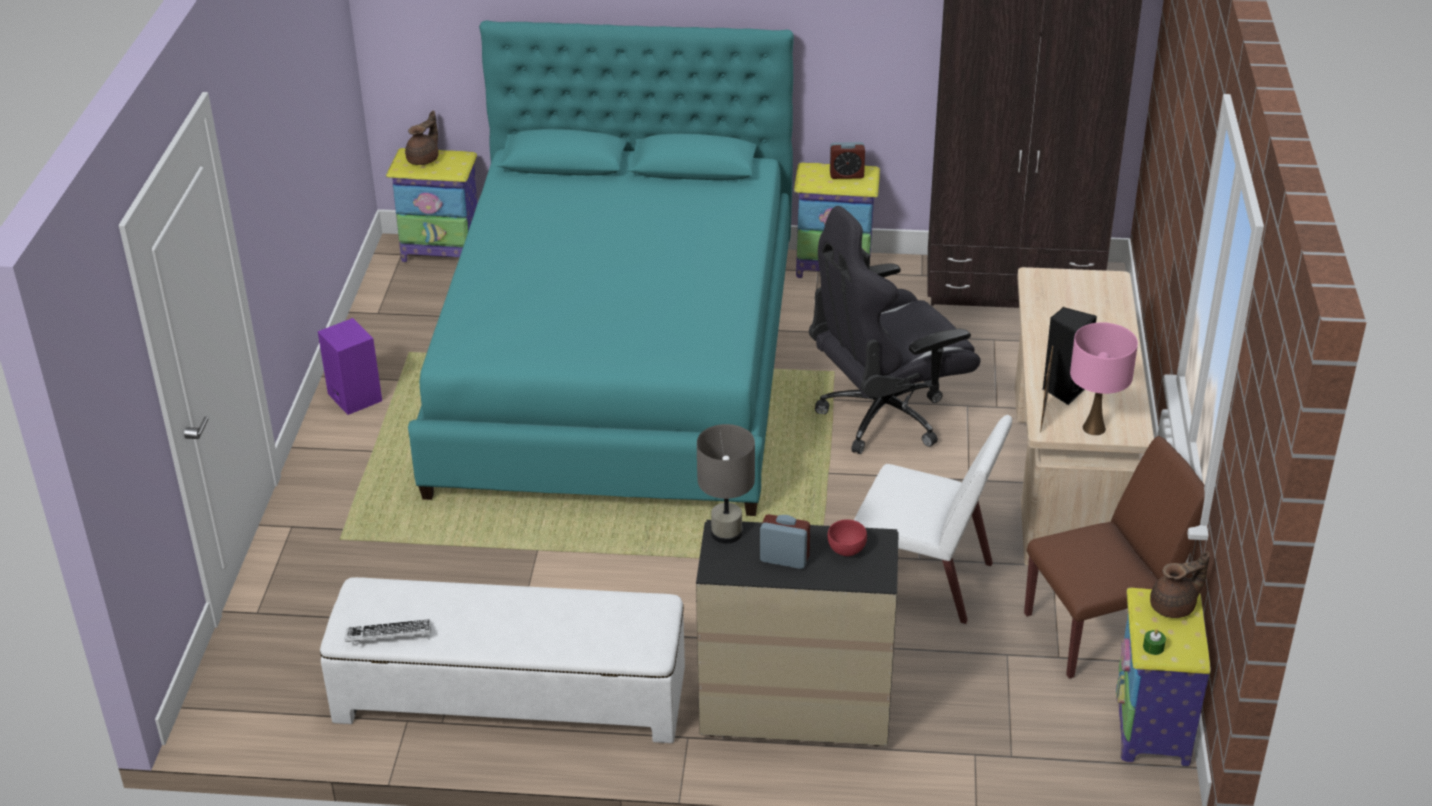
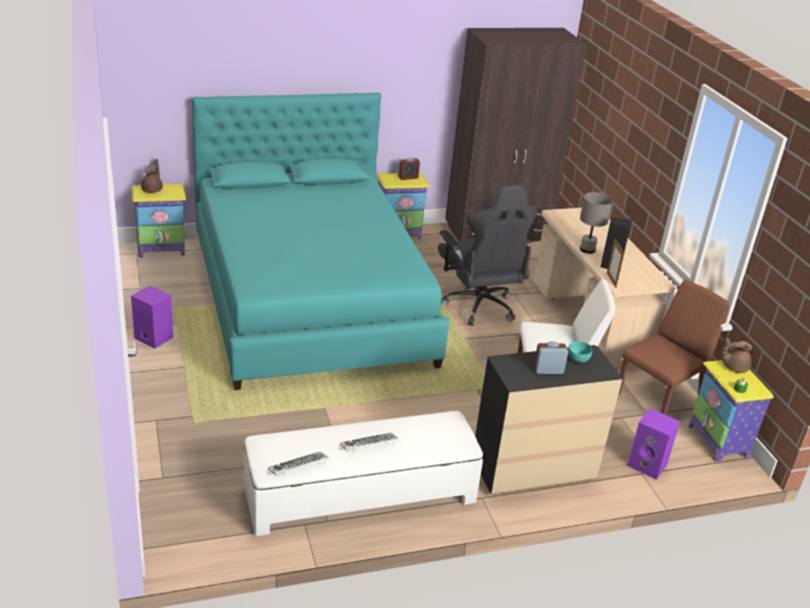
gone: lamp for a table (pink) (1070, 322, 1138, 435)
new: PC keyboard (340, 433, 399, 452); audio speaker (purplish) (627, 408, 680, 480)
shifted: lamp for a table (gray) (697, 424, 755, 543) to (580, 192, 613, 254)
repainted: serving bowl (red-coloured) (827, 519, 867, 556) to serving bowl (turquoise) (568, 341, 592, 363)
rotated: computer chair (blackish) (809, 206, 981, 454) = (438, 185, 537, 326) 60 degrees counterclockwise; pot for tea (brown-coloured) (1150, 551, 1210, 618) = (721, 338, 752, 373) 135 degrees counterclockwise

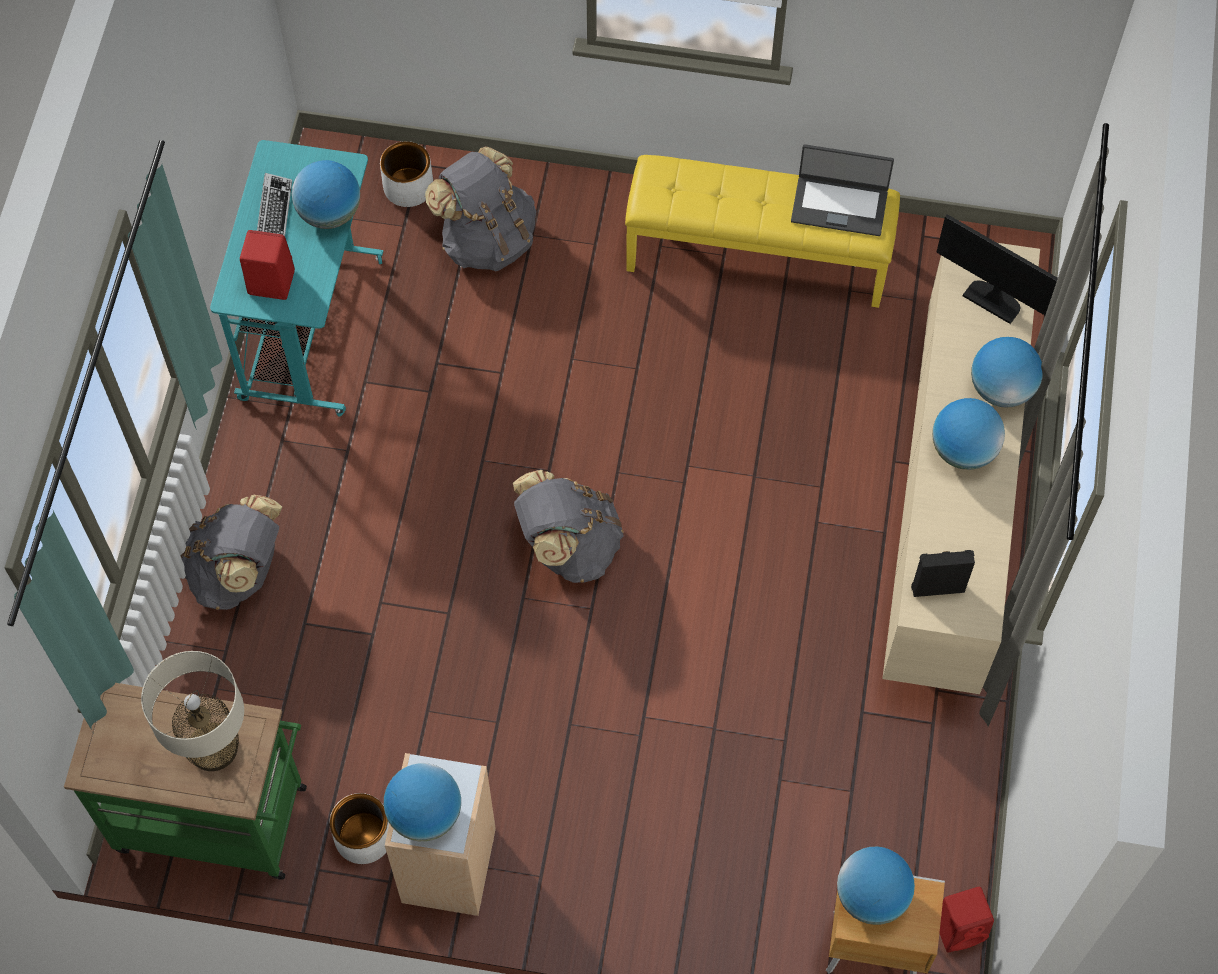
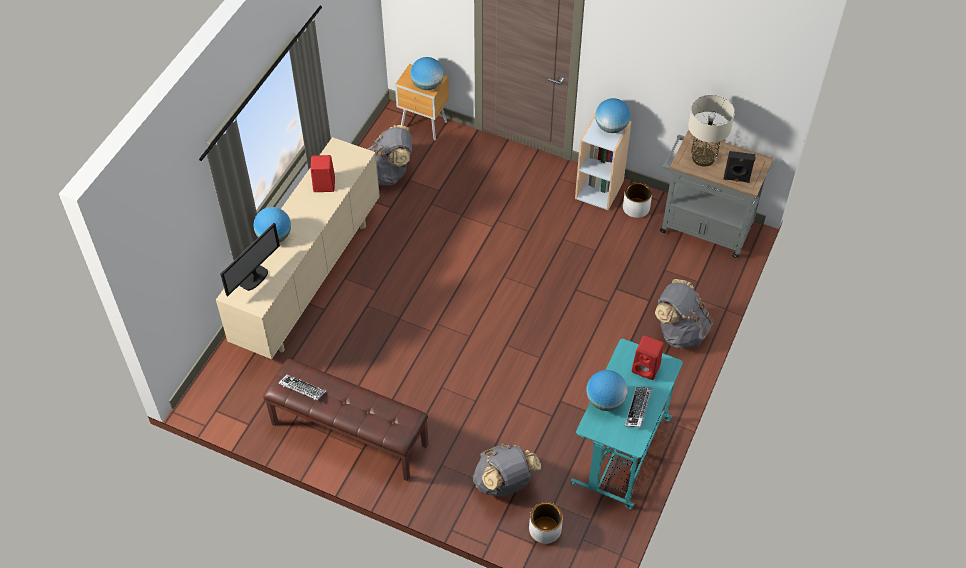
gone: desk globe (932, 398, 1005, 470)
shifted: audio speaker (red-coloured) (939, 887, 994, 952) to (311, 155, 335, 192); backpack (gray) (513, 470, 624, 583) to (368, 125, 412, 185); audio speaker (blackish) (911, 550, 975, 597) to (723, 151, 756, 183)
swapped: portable computer (791, 144, 894, 236) to PC keyboard (279, 375, 326, 400)
repainted: indoor bench (yellow) (625, 155, 900, 308) to indoor bench (brown-coloured) (263, 359, 428, 481); cart (green-coloured) (64, 683, 307, 880) to cart (gray) (660, 131, 773, 258)
rotated: monitor (936, 214, 1058, 324) = (220, 223, 280, 296) 105 degrees counterclockwise

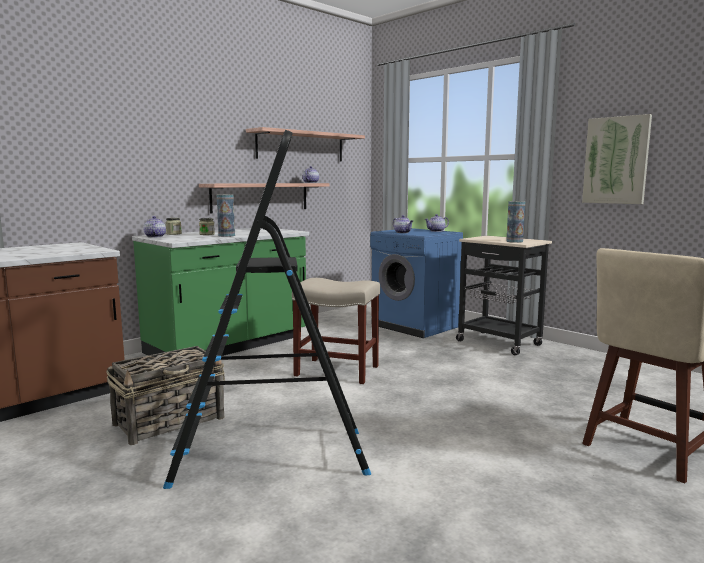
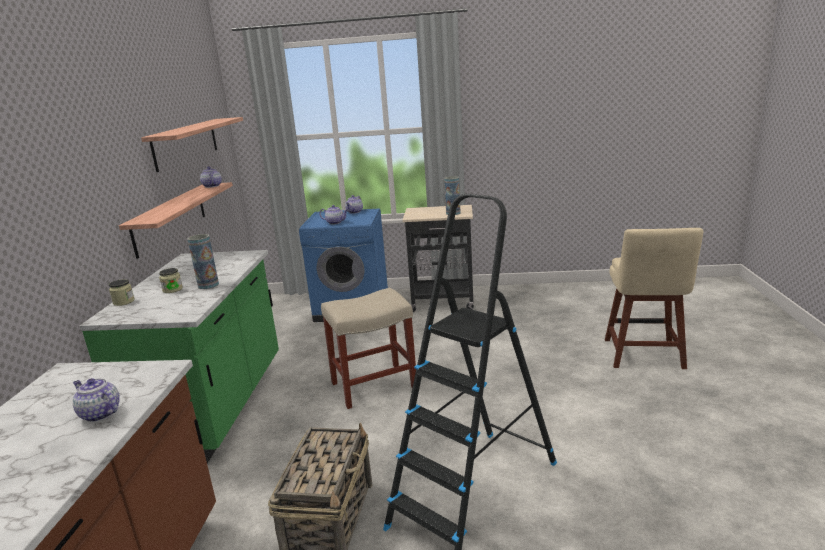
gone: wall art (582, 114, 652, 204)
shifted: pot for tea (143, 216, 166, 237) to (73, 378, 120, 422)

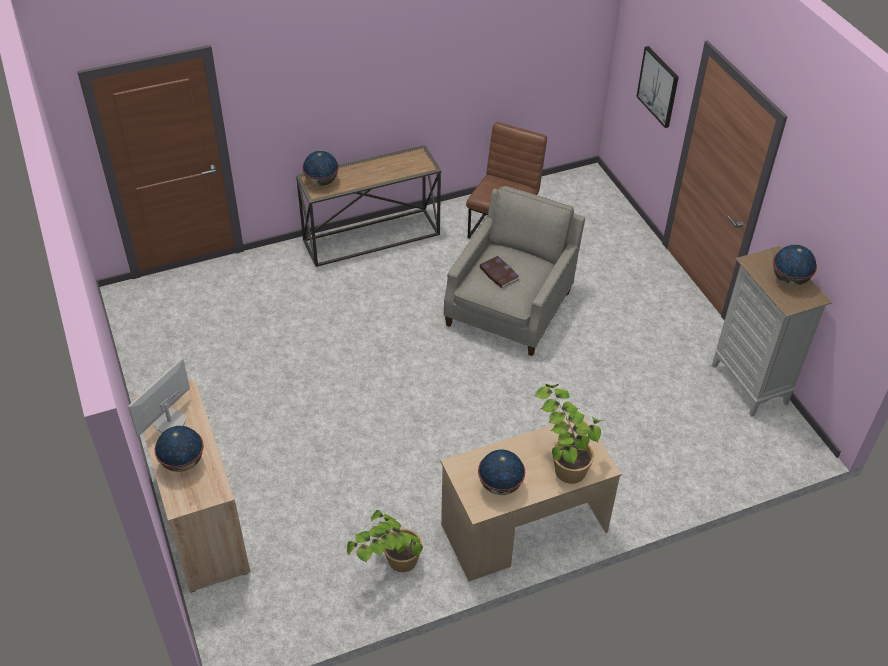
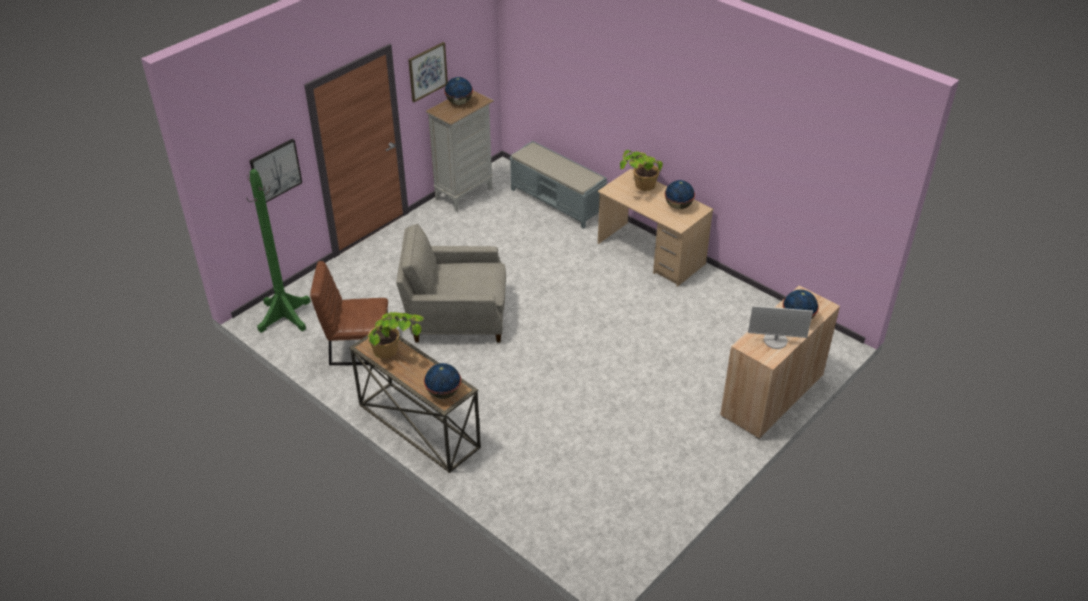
gone: bound book (480, 256, 520, 288)
new: garment rack (green-coloured) (246, 169, 311, 333); wall art (408, 42, 448, 102); indoor bench (gray) (509, 141, 608, 229)
shifted: houseplant (347, 510, 423, 572) to (368, 312, 424, 359)

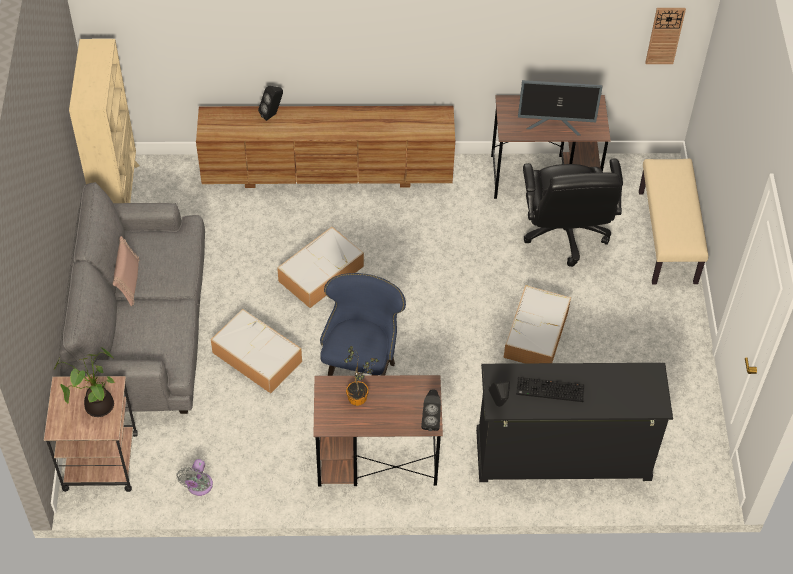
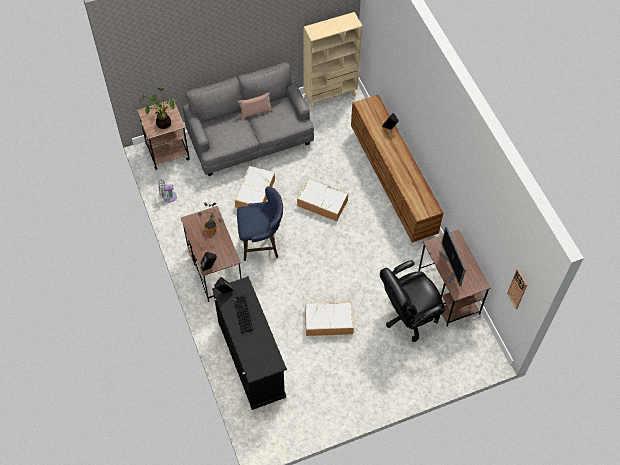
gone: indoor bench (beige) (639, 159, 708, 285)

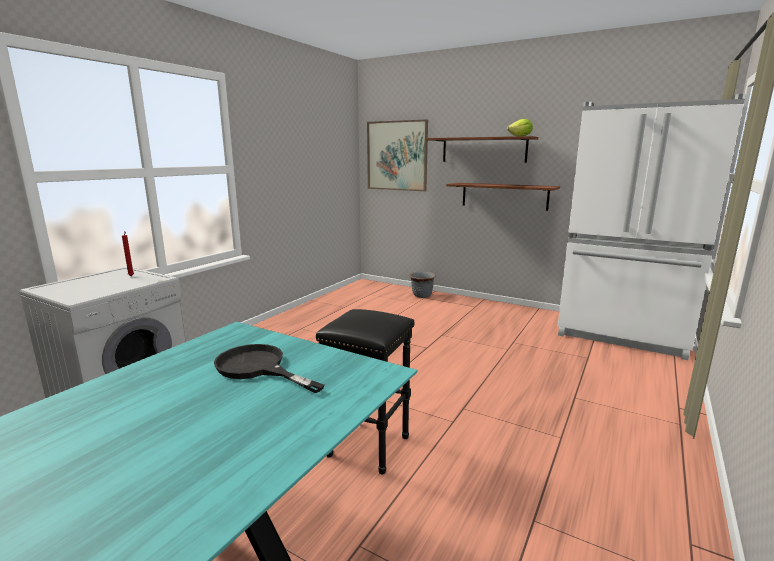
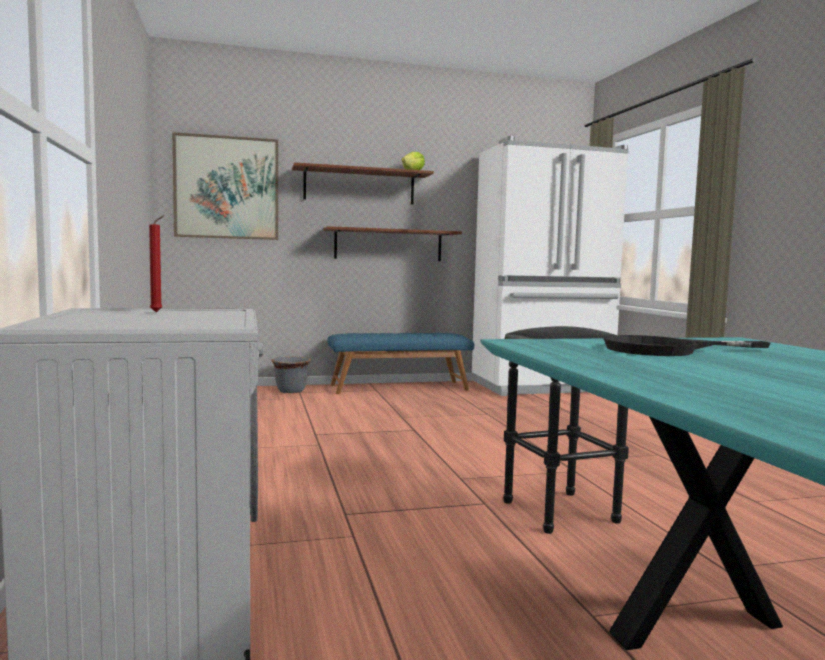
new: indoor bench (blue) (327, 333, 474, 394)

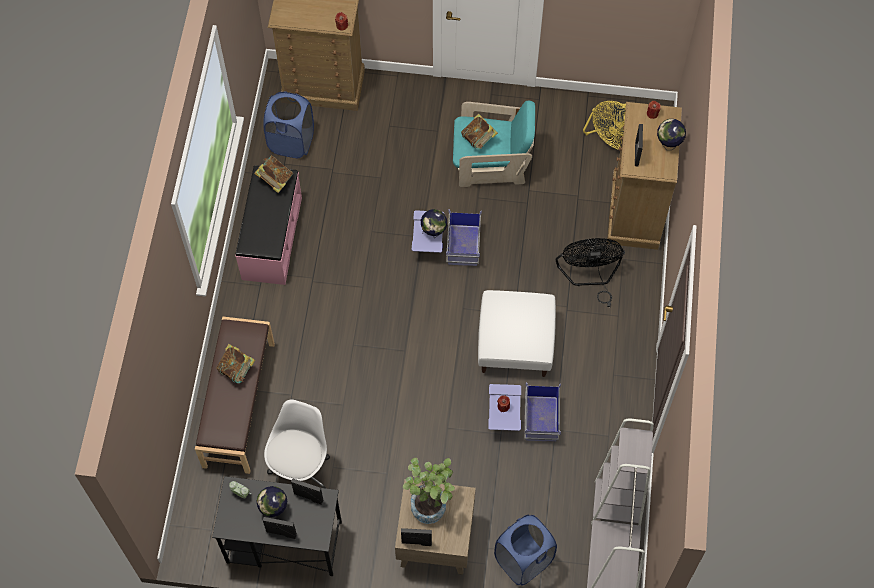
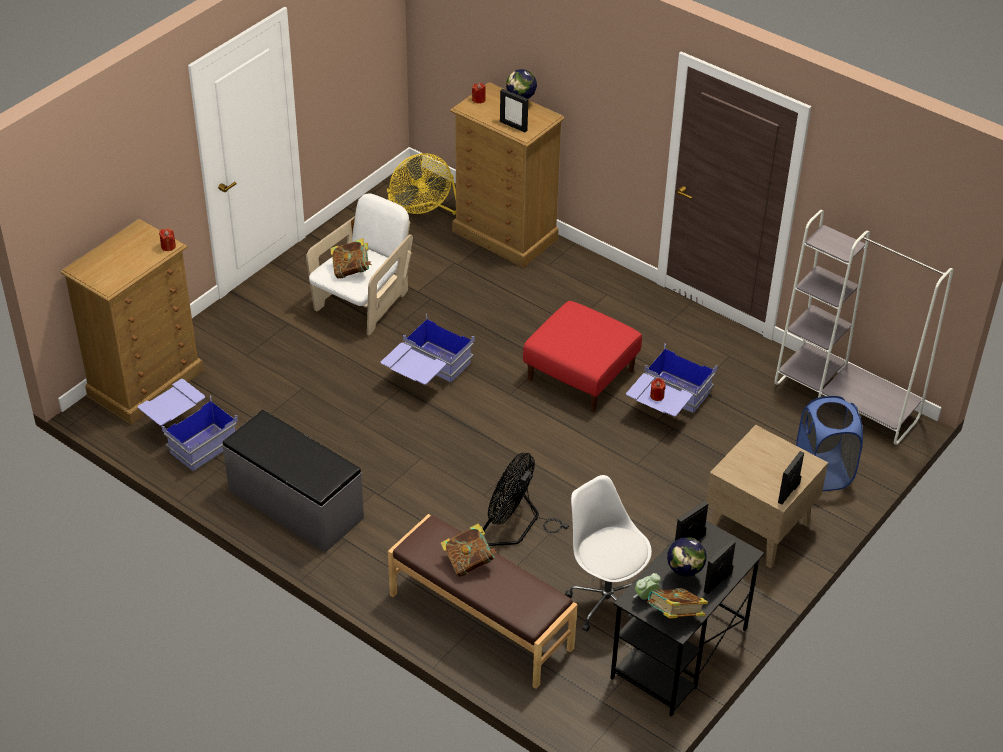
gone: houseplant (403, 458, 455, 524); desk globe (421, 209, 447, 238)
shifted: electric fan (blackish) (556, 238, 625, 307) to (483, 453, 569, 546); bound book (255, 155, 293, 193) to (647, 588, 708, 619)
swapped: washing basket (blue) (263, 91, 314, 158) to storage box (blue) (138, 379, 238, 472)
repainted: indoor bench (pink) (235, 166, 302, 285) to indoor bench (gray) (222, 410, 364, 553); easy chair (turquoise) (453, 101, 535, 187) to easy chair (whitish) (306, 193, 413, 336); ottoman (whitish) (478, 290, 556, 377) to ottoman (red-coloured) (523, 301, 642, 412)

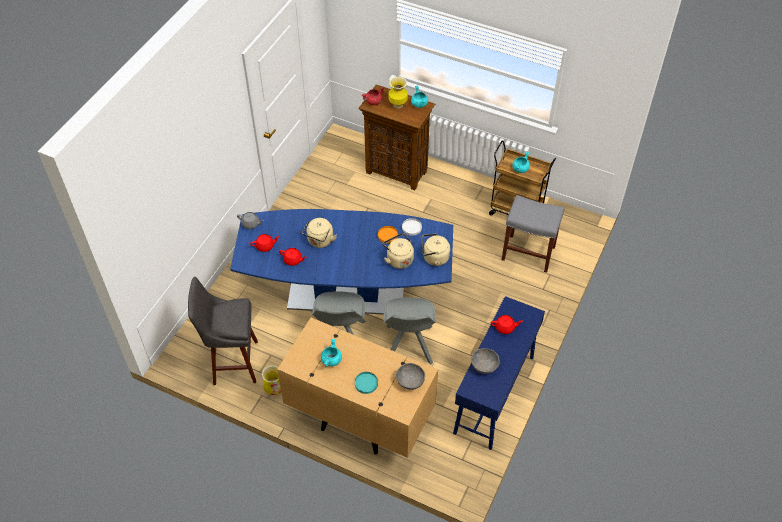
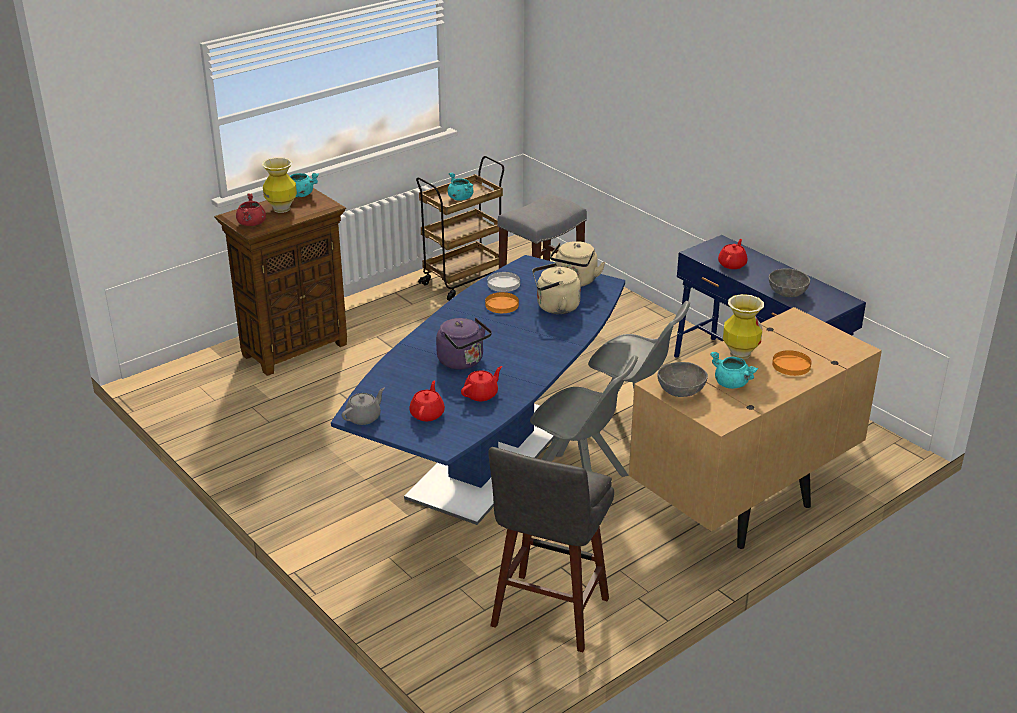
shifted: serving bowl (gray) (396, 363, 425, 390) to (658, 362, 708, 397); flower vase (262, 365, 281, 396) to (723, 294, 764, 359)
repainted: water kettle (beige) (302, 218, 337, 248) to water kettle (purplish) (436, 318, 492, 370); dinner plate (turquoise) (355, 372, 378, 394) to dinner plate (orangey) (772, 350, 812, 376)

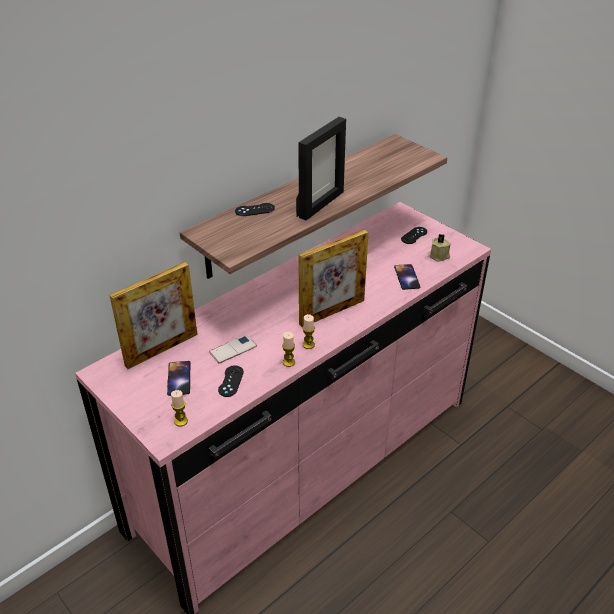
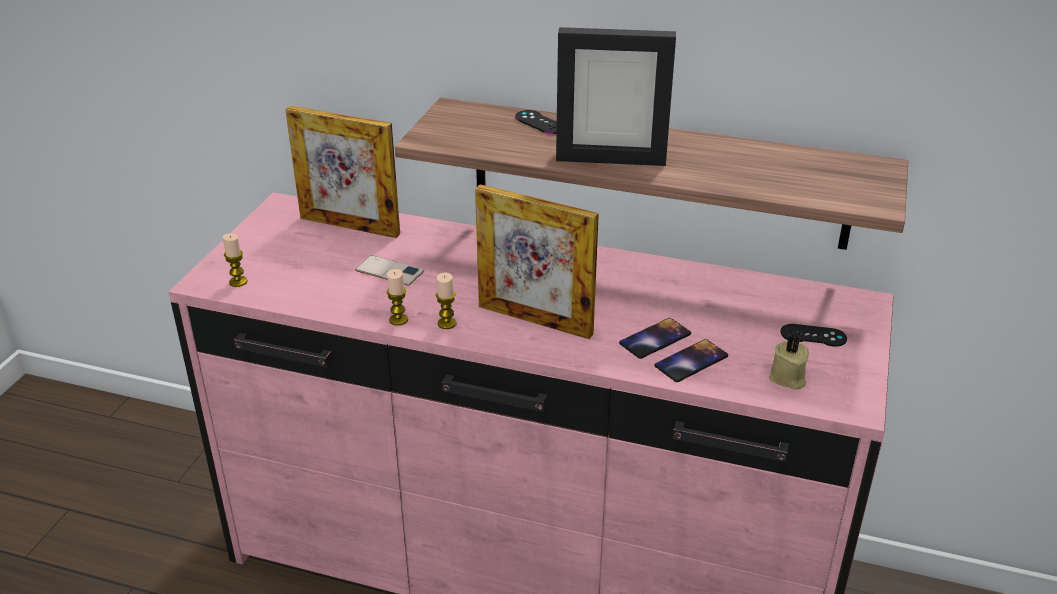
gone: gamepad (blackish) (218, 365, 244, 397)
shifted: handset (167, 361, 190, 396) to (619, 318, 691, 359)

